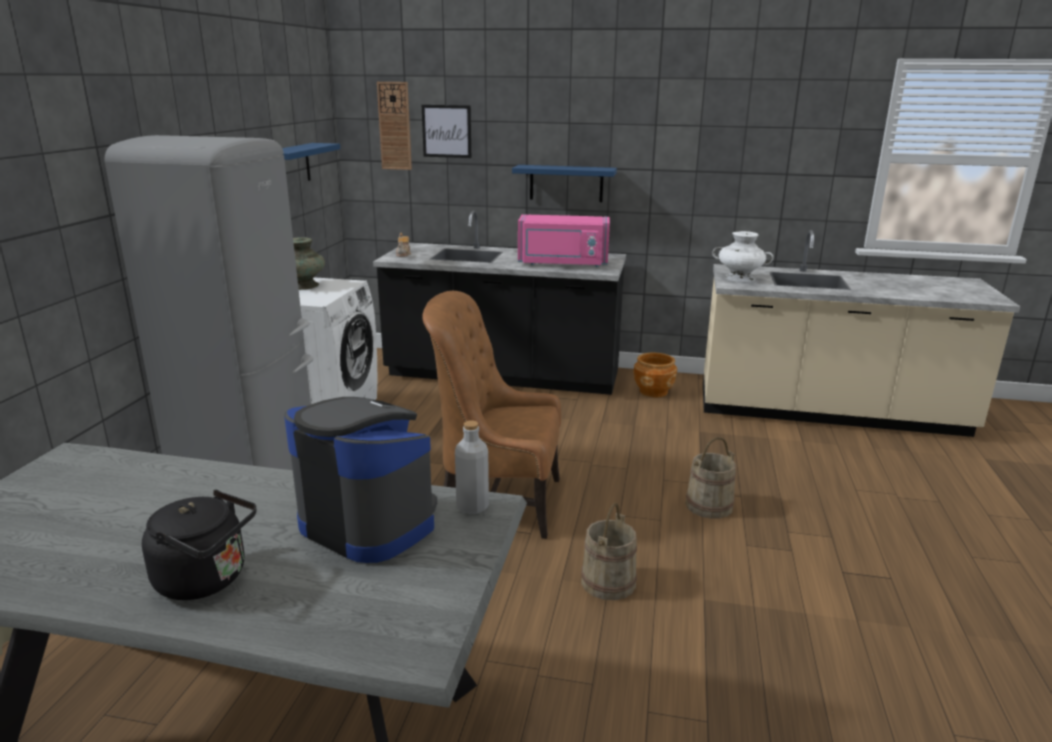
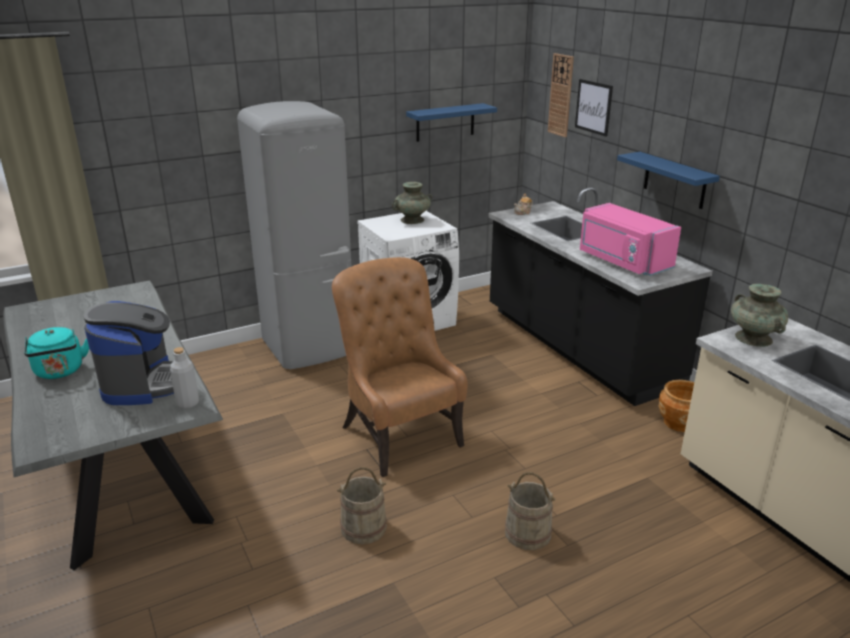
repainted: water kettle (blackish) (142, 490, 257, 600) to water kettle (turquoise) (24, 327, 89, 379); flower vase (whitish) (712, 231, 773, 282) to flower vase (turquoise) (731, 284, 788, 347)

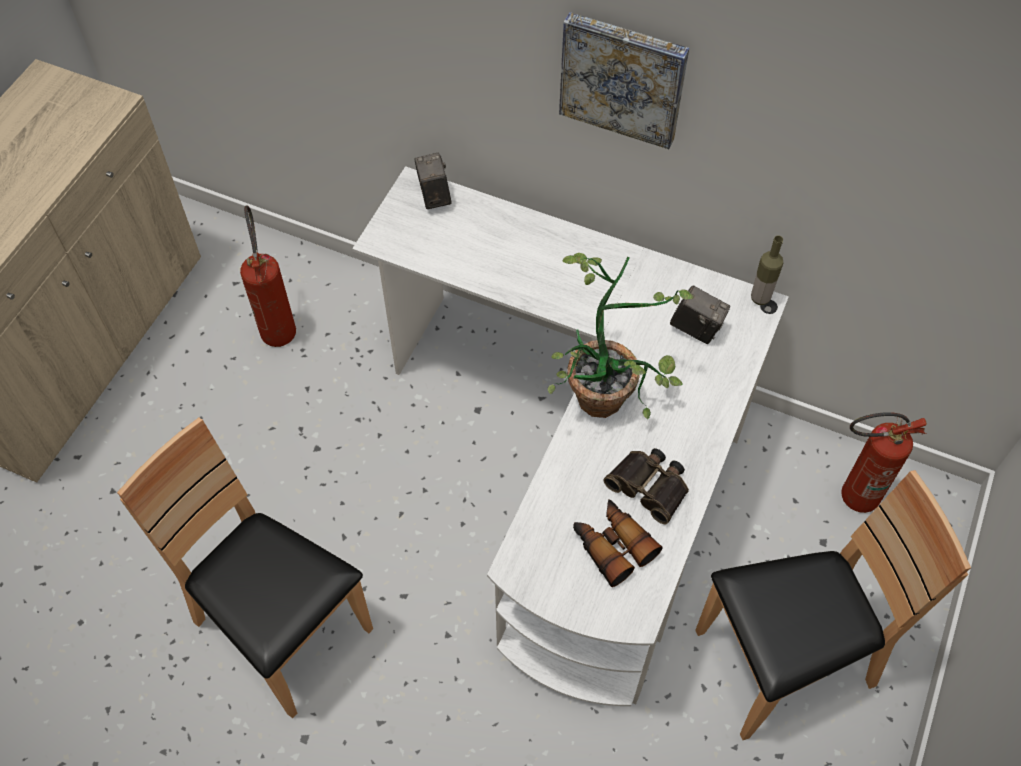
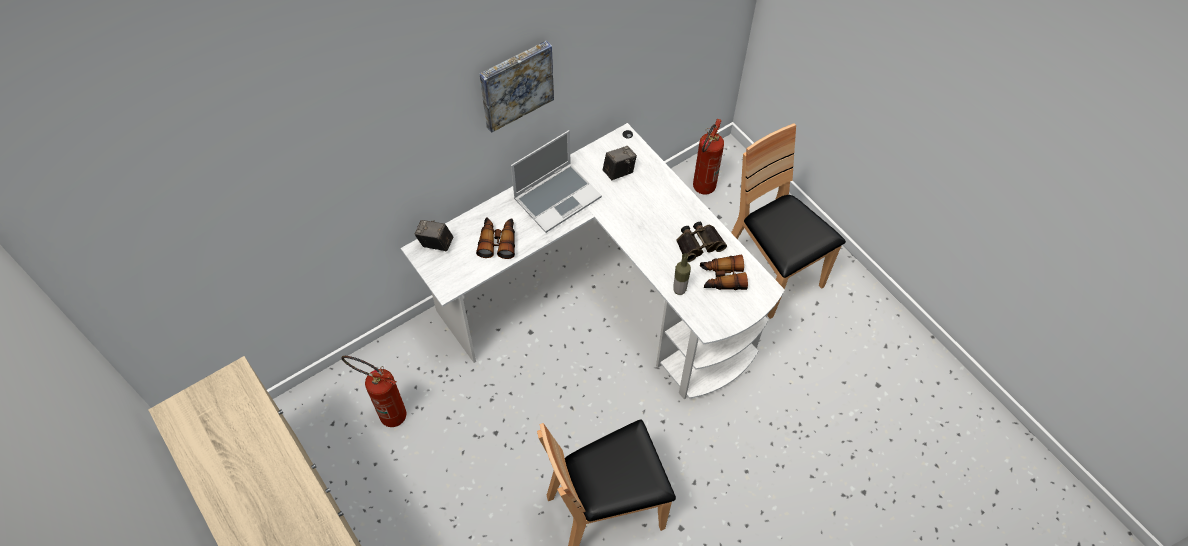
gone: houseplant (548, 253, 694, 419)
new: field glasses (476, 217, 515, 259); portable computer (511, 130, 602, 233)
shifted: beverage bottle (751, 236, 783, 305) to (673, 253, 691, 295)
rotated: plain chair (brown-coloured) (695, 470, 971, 740) = (731, 124, 846, 319) 45 degrees counterclockwise

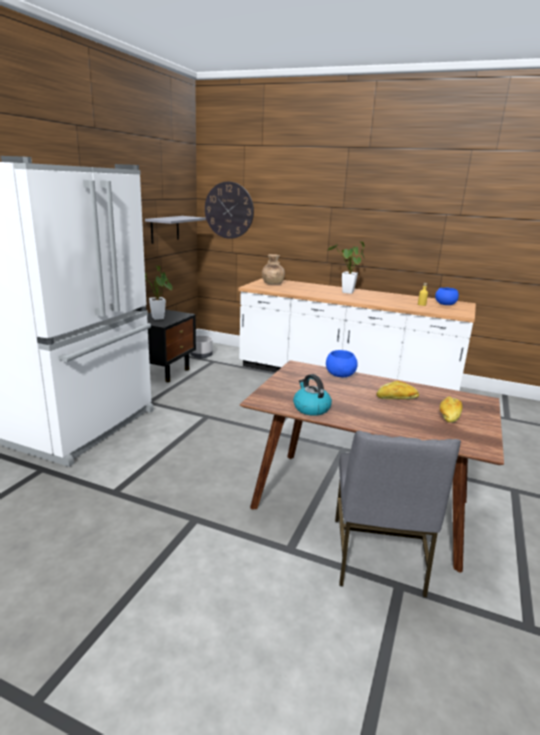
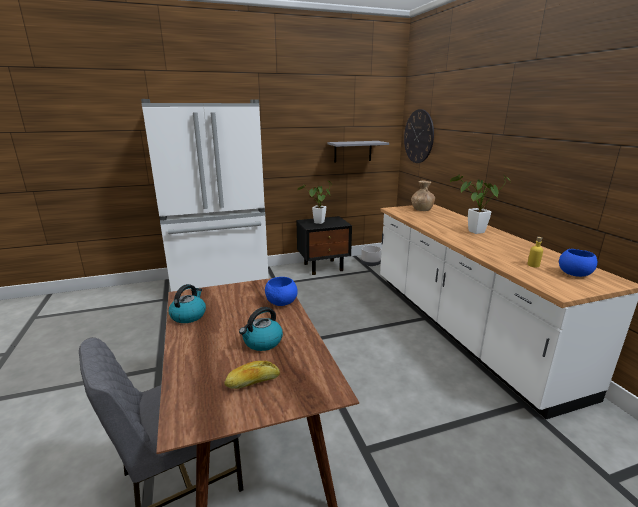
swapped: baked bread (376, 381, 419, 399) to water kettle (239, 307, 283, 351)

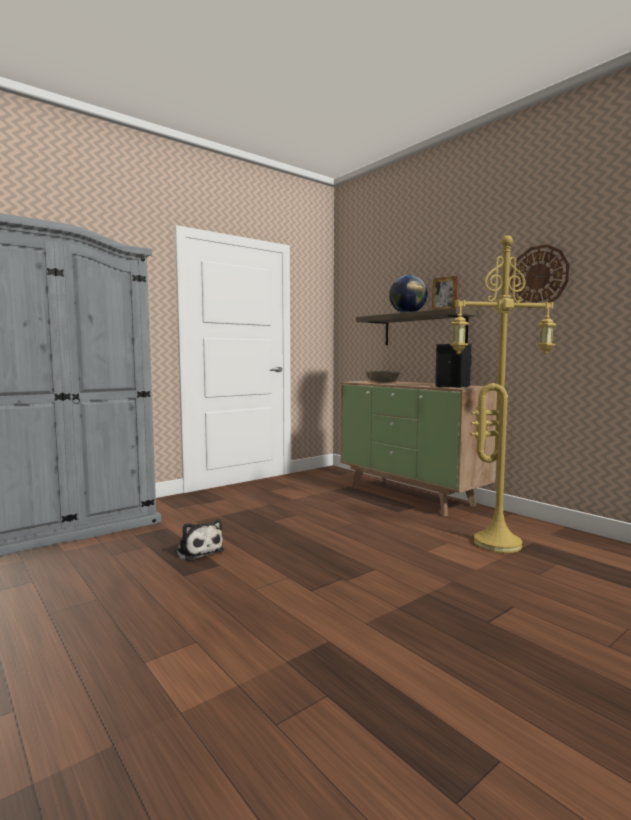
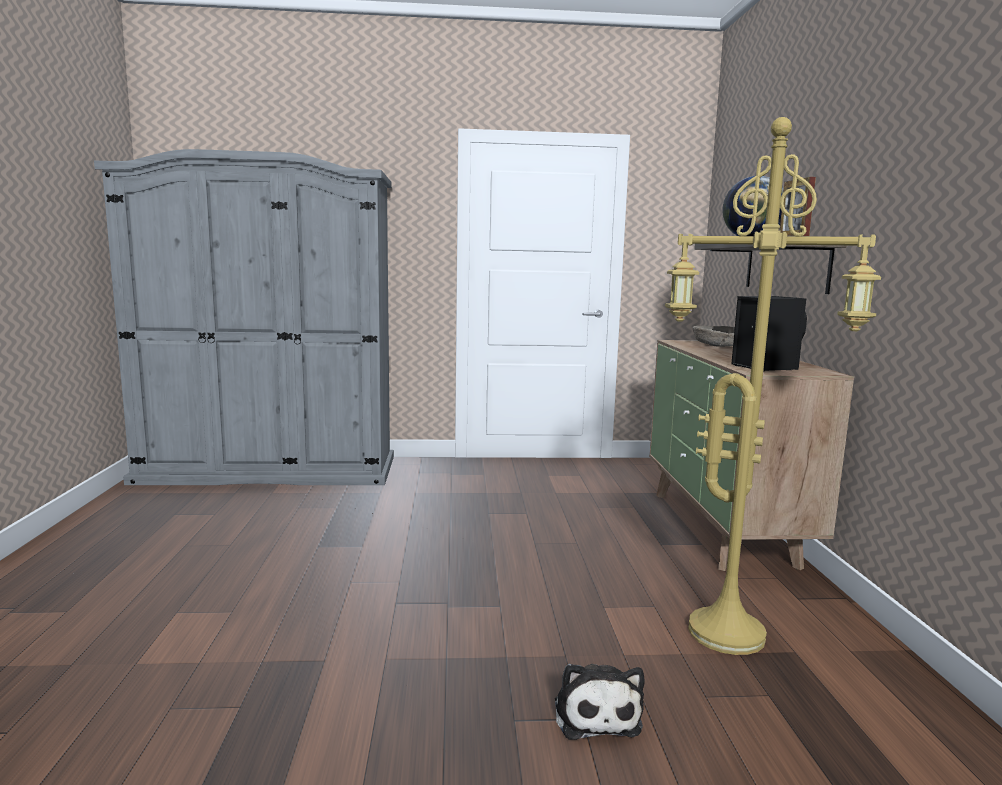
gone: hanging clock (509, 244, 570, 303)
shifted: soft toy (175, 519, 224, 561) to (555, 664, 645, 740)

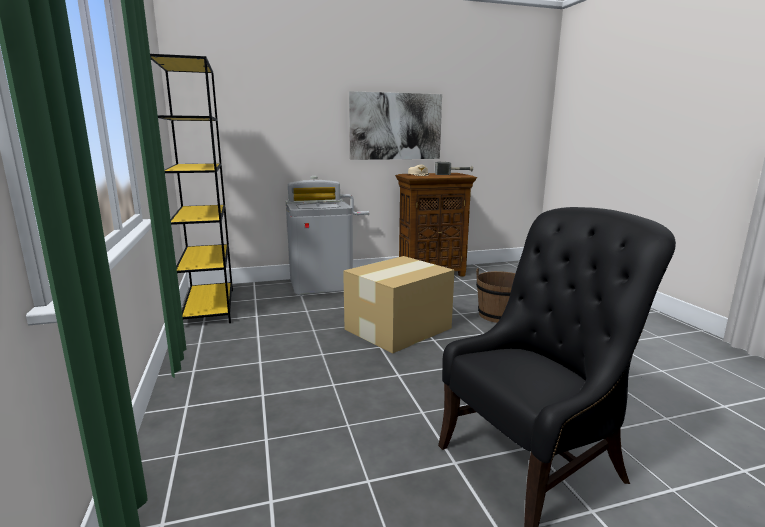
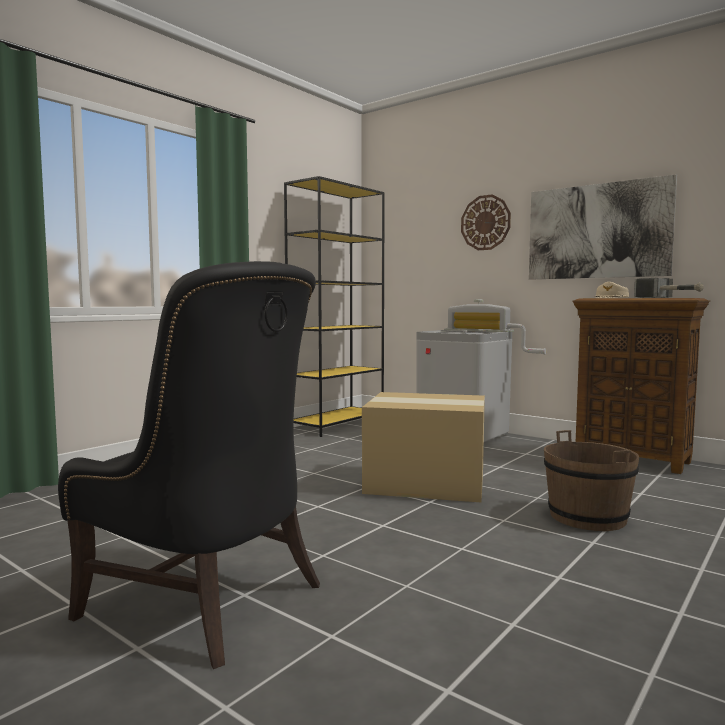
new: hanging clock (461, 194, 511, 250)

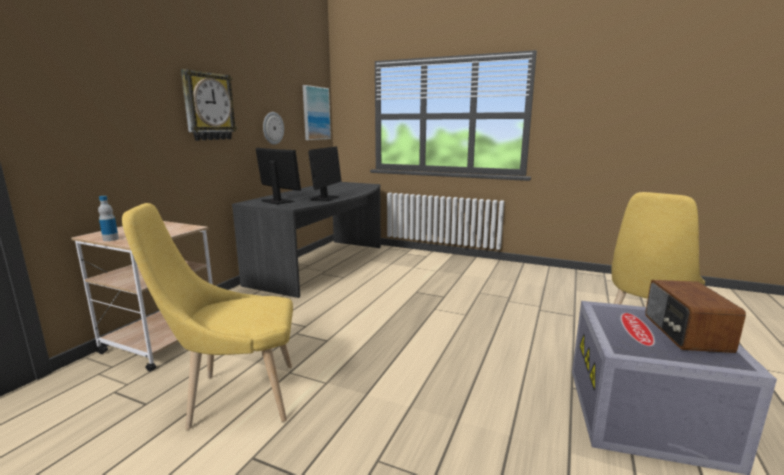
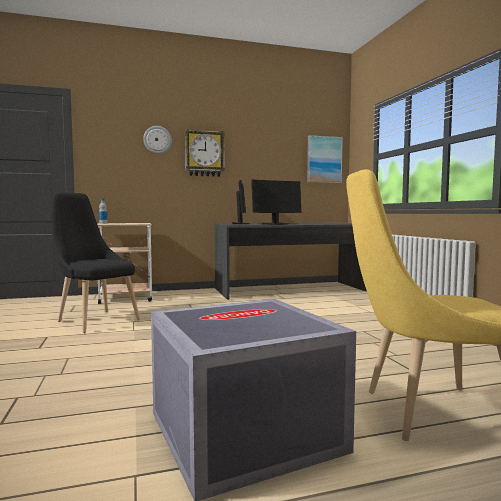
gone: radio (645, 280, 746, 353)
shifted: hanging clock (263, 112, 284, 145) to (143, 126, 172, 154)
repainted: plain chair (yellow) (122, 203, 293, 430) to plain chair (blackish) (51, 192, 140, 333)

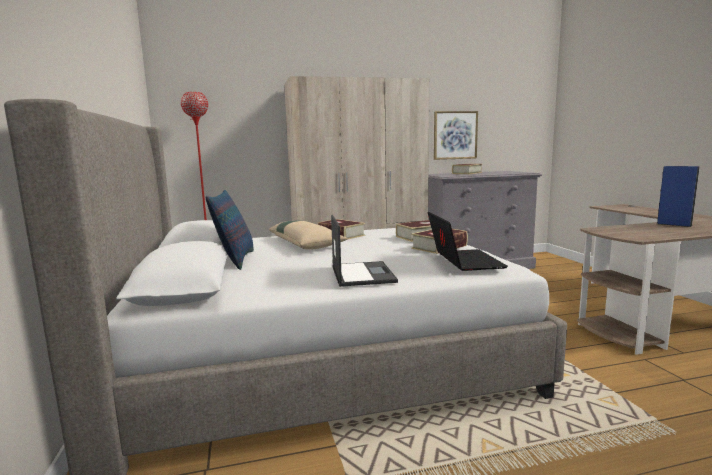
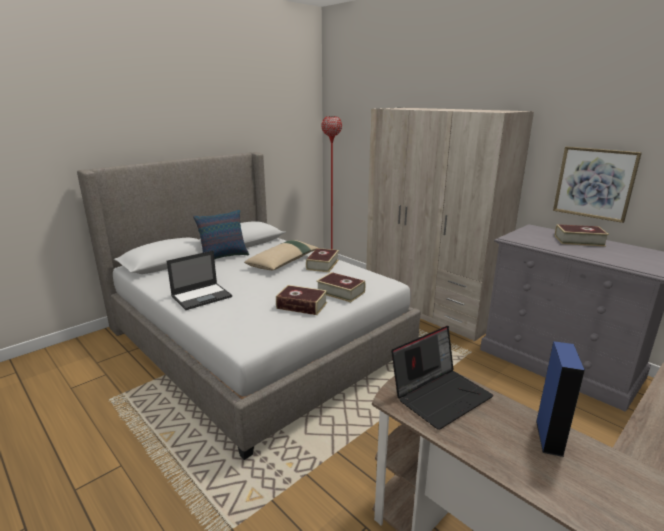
shifted: portable computer (428, 212, 508, 271) to (391, 326, 494, 430)

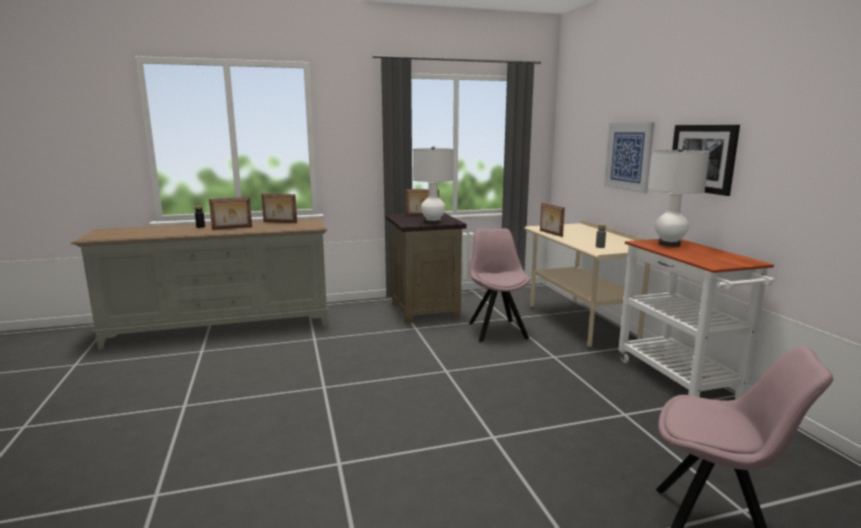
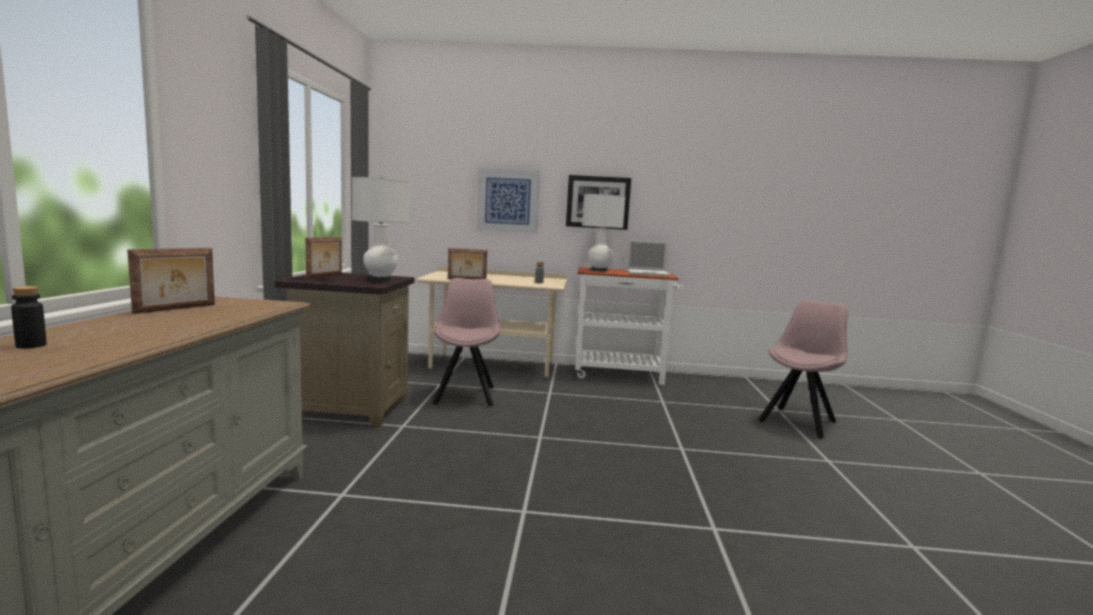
gone: standing frame (209, 197, 252, 230)
new: portable computer (627, 240, 671, 276)
rotated: plain chair (pink) (469, 228, 530, 342) = (432, 278, 500, 406) 75 degrees clockwise

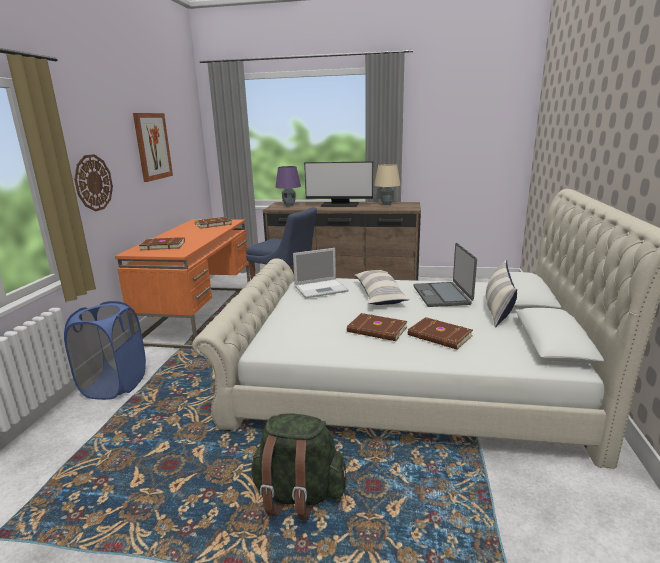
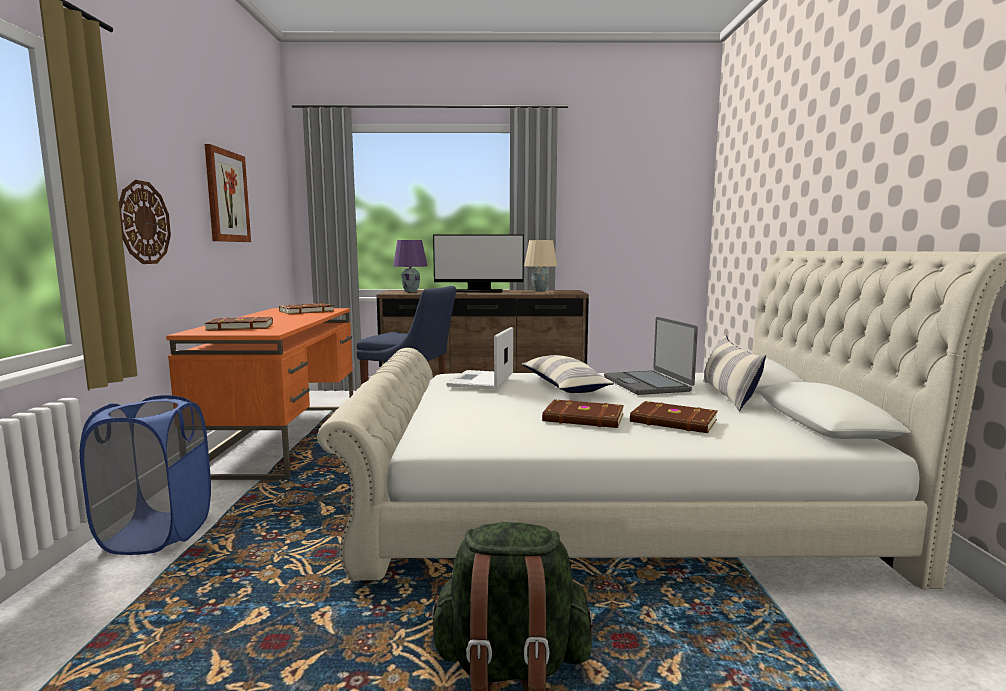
rotated: portable computer (293, 248, 349, 298) = (446, 327, 513, 389) 135 degrees clockwise

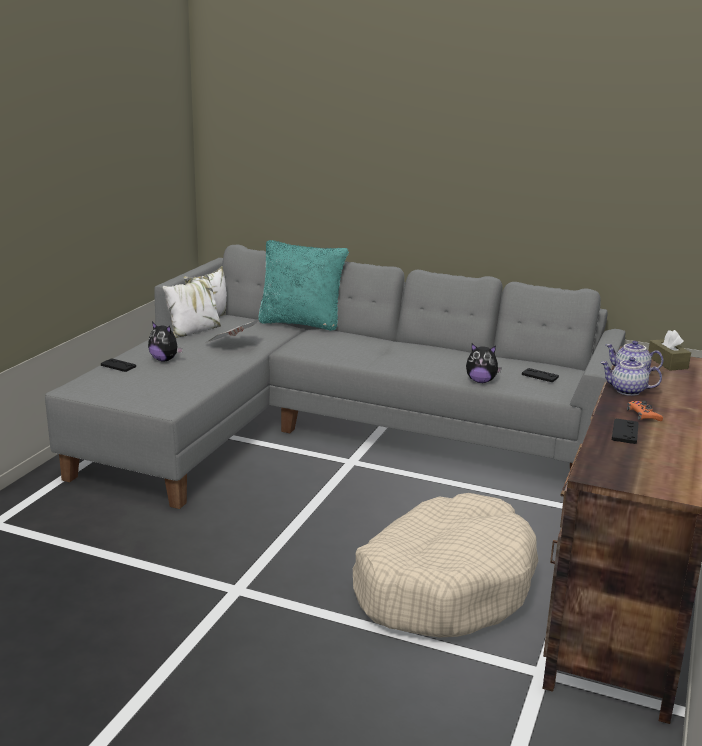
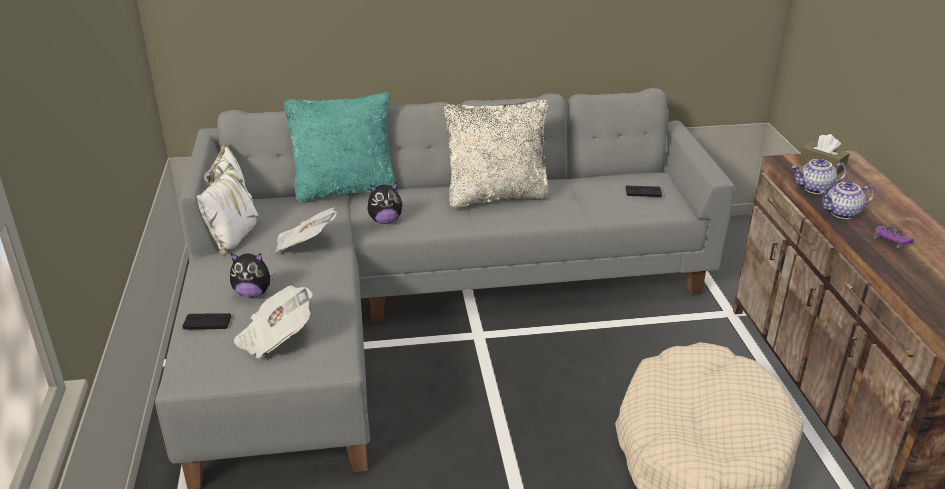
gone: gamepad (blackish) (612, 419, 639, 444)
new: printed paper (234, 285, 313, 358); pillow (beige) (443, 98, 549, 208)
shifted: soft toy (466, 344, 502, 383) to (368, 182, 403, 224)
repainted: gamepad (orangey) (627, 401, 663, 421) to gamepad (purplish) (874, 226, 914, 248)

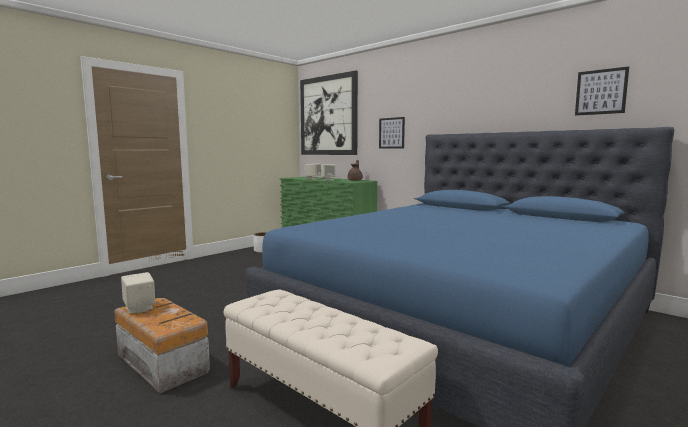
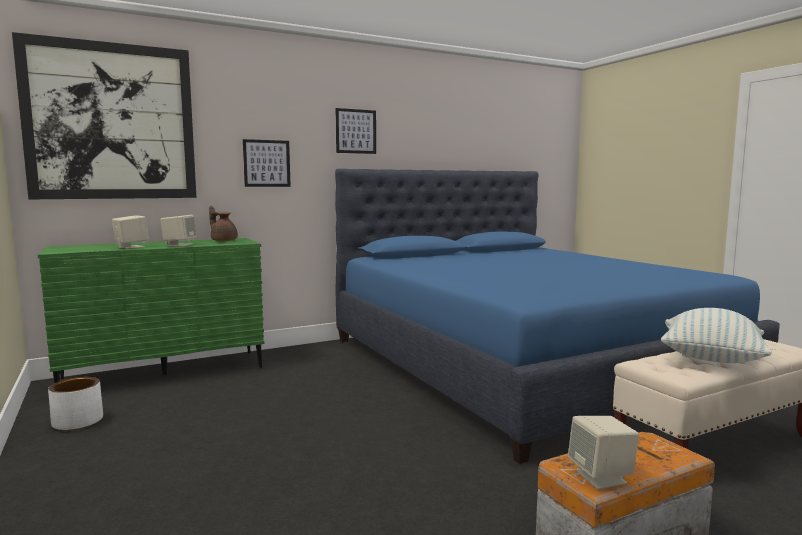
new: pillow (661, 308, 772, 363)
shifted: wall art (575, 66, 629, 116) to (336, 108, 376, 154)

